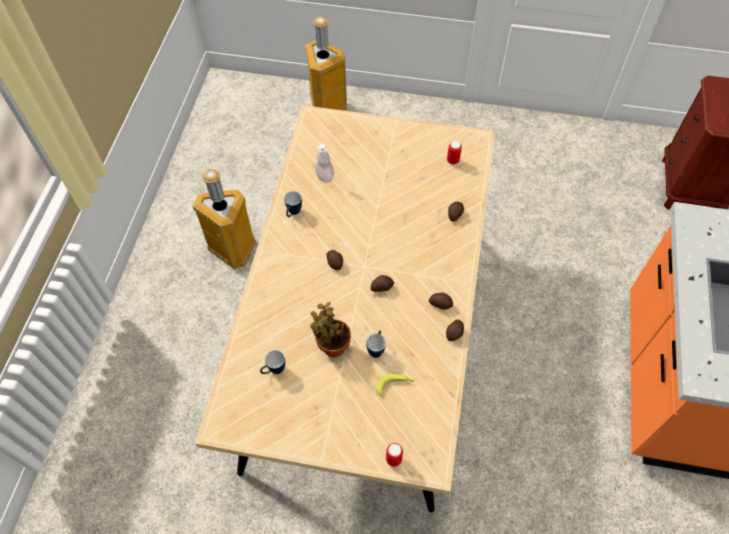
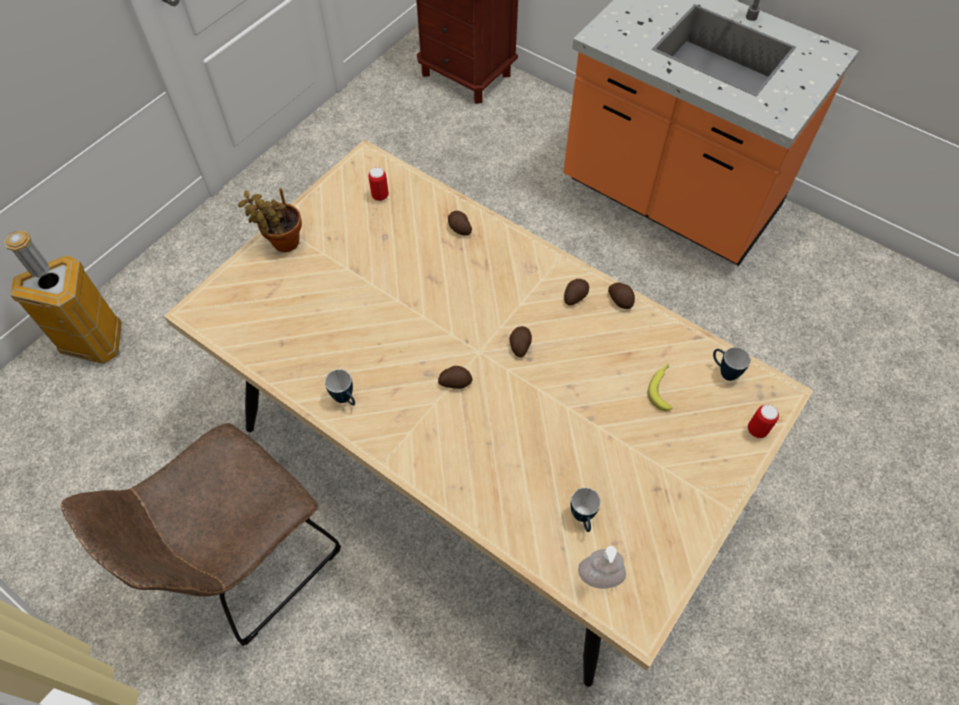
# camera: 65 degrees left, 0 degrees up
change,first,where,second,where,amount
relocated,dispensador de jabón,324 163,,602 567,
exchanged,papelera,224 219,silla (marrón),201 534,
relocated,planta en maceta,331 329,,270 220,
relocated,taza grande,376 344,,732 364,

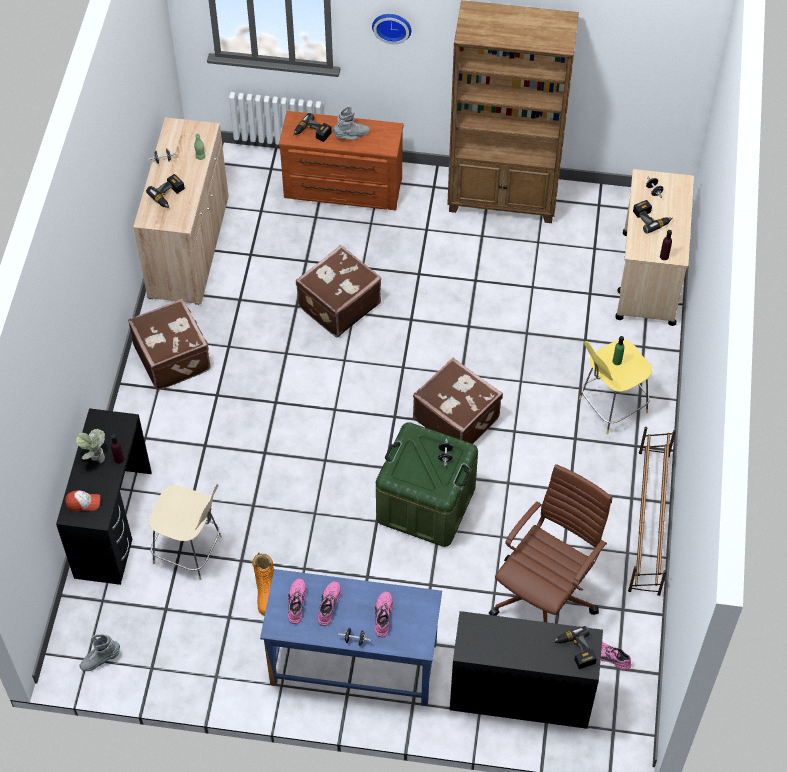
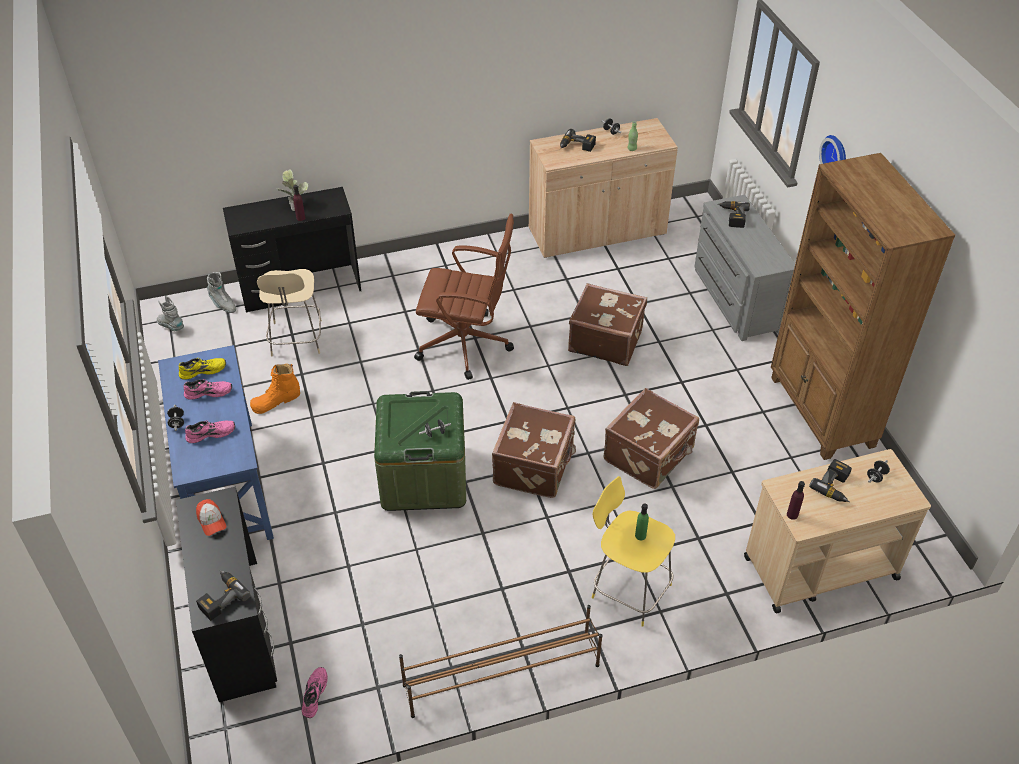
# camera: 65 degrees right, 10 degrees down
change,first,where,second,where,amount
relocated,bota (gris),351 122,,221 292,
colour,cómoda (marrón),341 160,cómoda (gris),744 268,
relocated,maleta (marrón),169 344,,651 438,
relocated,silla de oficina (marrón),550 543,,464 297,
relocated,gorra,82 501,,211 517,
colour,zapato (rosa),297 601,zapato (amarillo),202 369,

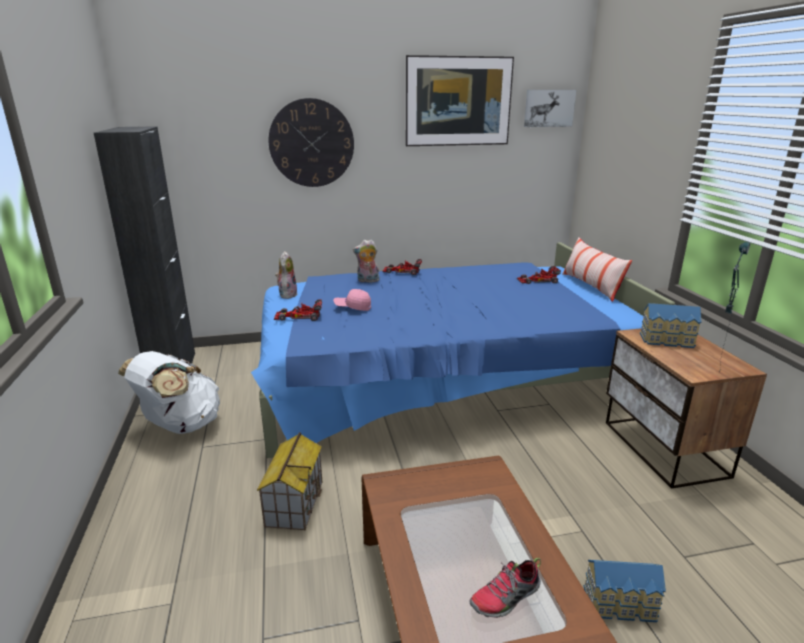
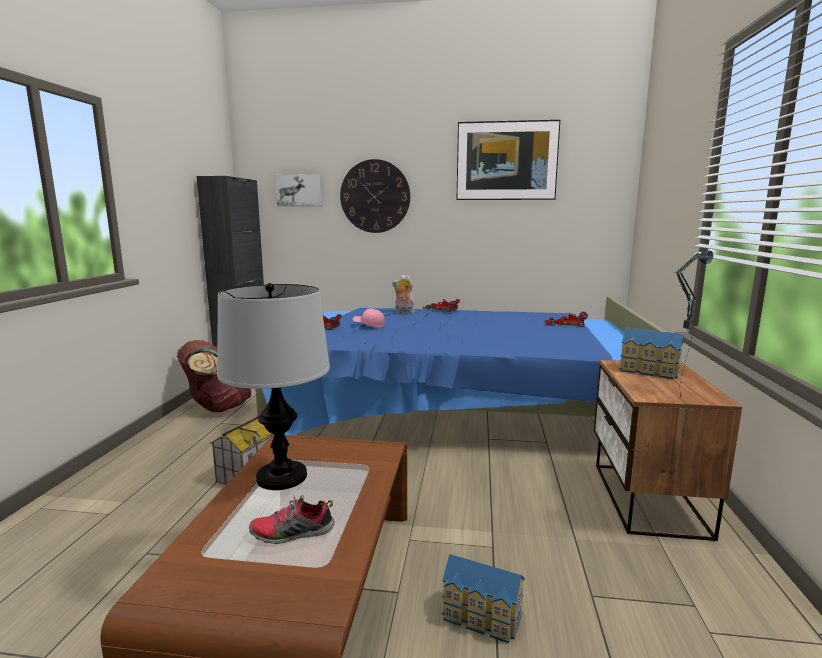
# camera: 20 degrees right, 10 degrees down
change,first,where,second,where,amount
relocated,cuadro,550 108,,298 190,
missing,cojín,597 269,,,
missing,peluche,286 275,,,
colour,mochila (blanco),169 392,mochila (marrón),214 376,
appeared,,,lámpara de mesa,273 386,

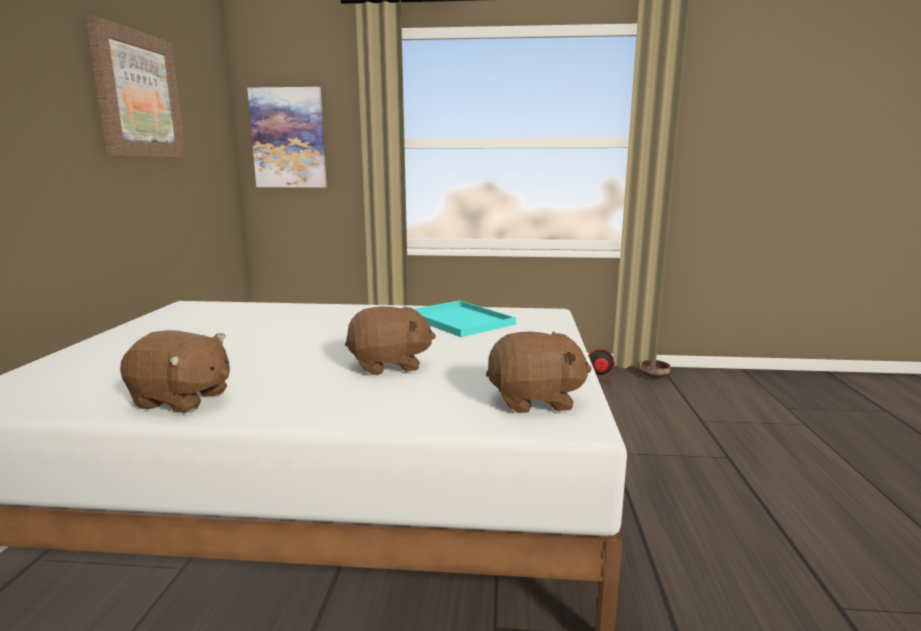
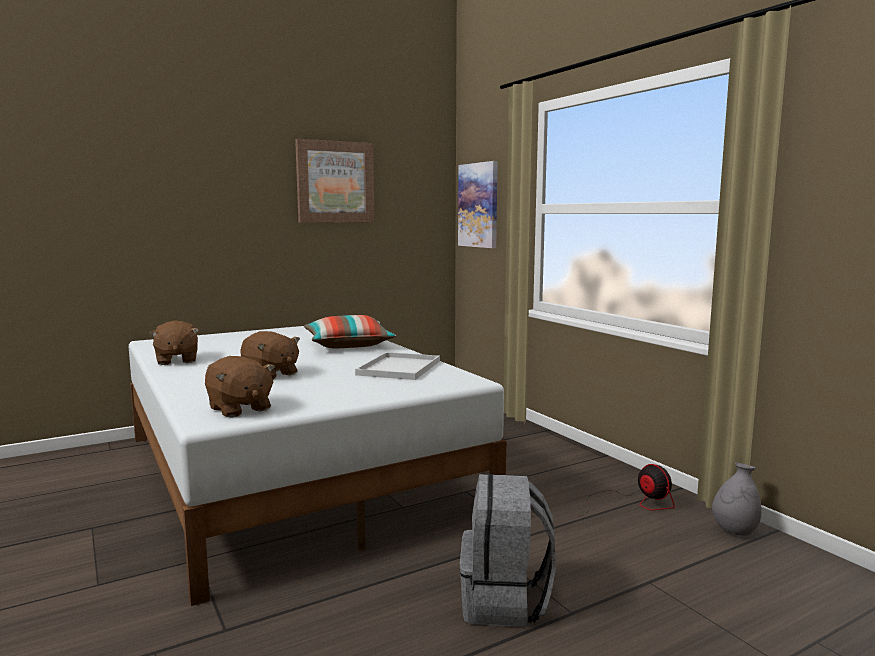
# camera: 55 degrees right, 5 degrees down
change,first,where,second,where,amount
colour,bandeja (turquesa),465 318,bandeja (blanco),397 366,
exchanged,cuenco (marrón),655 369,florero (gris),736 499,
appeared,,,cojín,350 331,
appeared,,,mochila (gris),508 550,

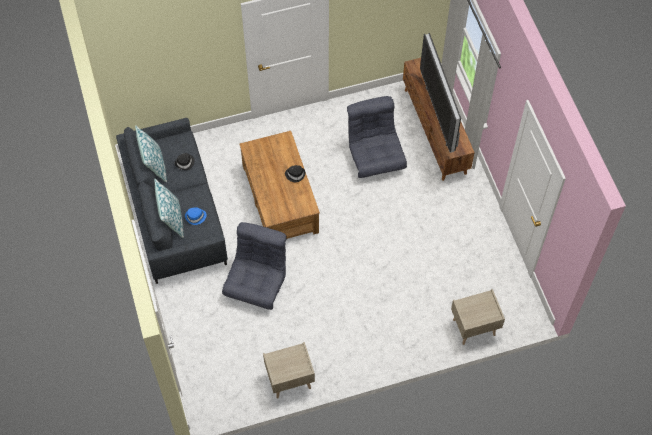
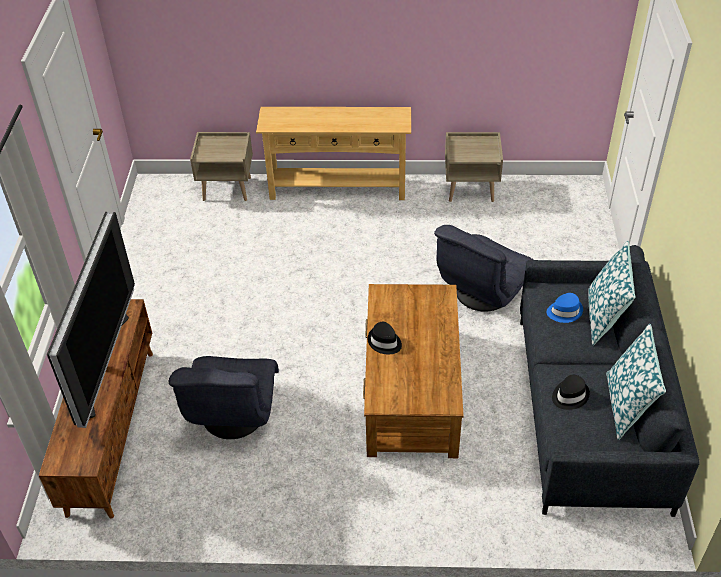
# camera: 160 degrees left, 15 degrees down
change,first,where,second,where,amount
appeared,,,mesa consola (beis),333 153,

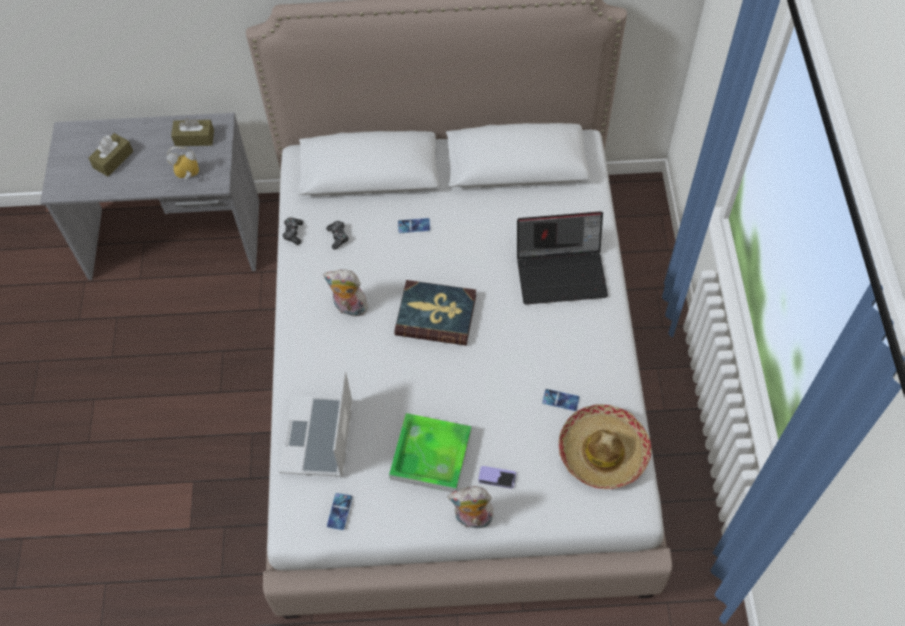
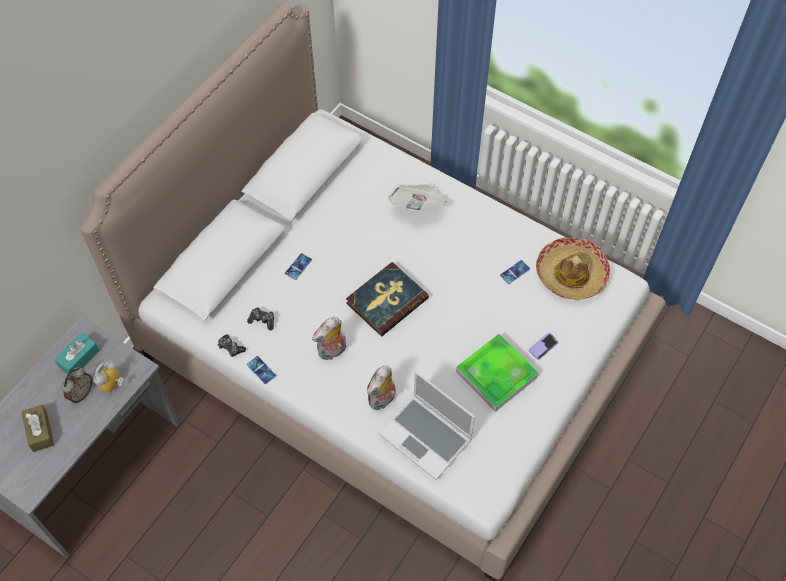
# camera: 55 degrees left, 0 degrees up
change,first,where,second,where,amount
colour,caja de pañuelos (marrón),192 132,caja de pañuelos (turquesa),76 354,
exchanged,portátil,562 257,periódico,417 197,
relocated,peluche,470 507,,383 387,
relocated,móvil,339 511,,261 370,
appeared,,,despertador,76 385,

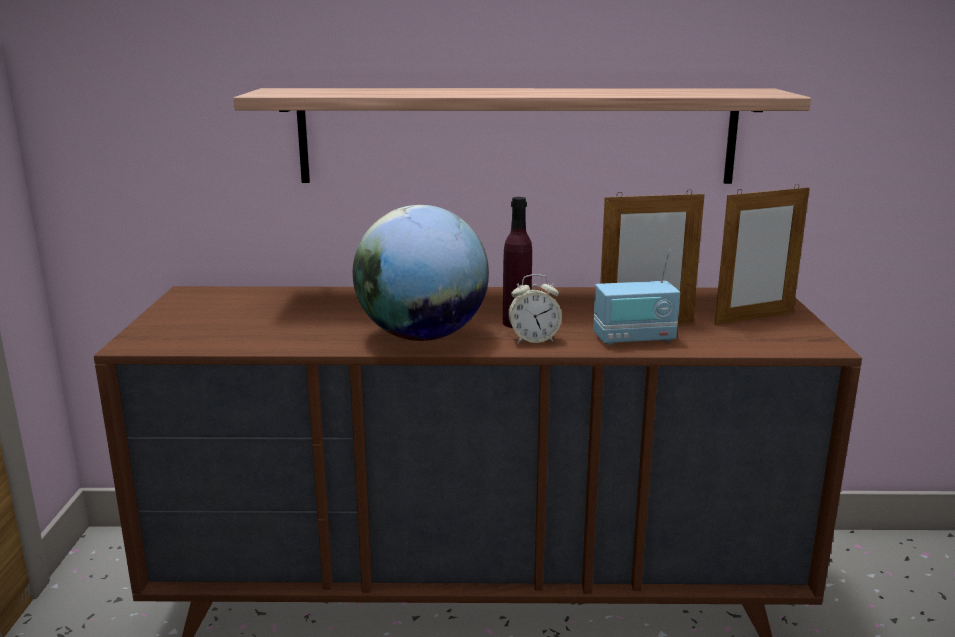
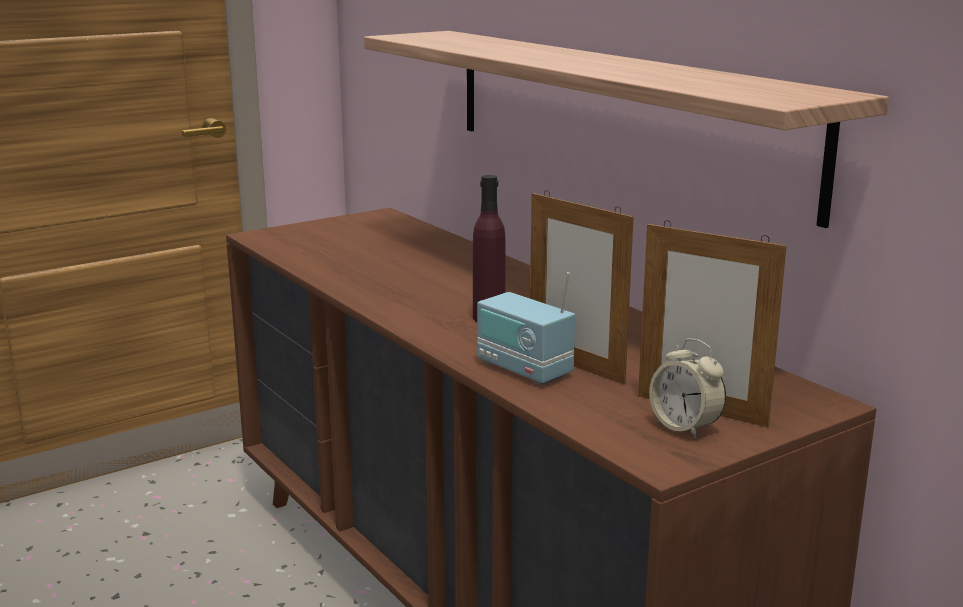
# camera: 55 degrees right, 0 degrees up
change,first,where,second,where,amount
missing,globo terráqueo,421 273,,,
relocated,despertador,535 309,,687 388,

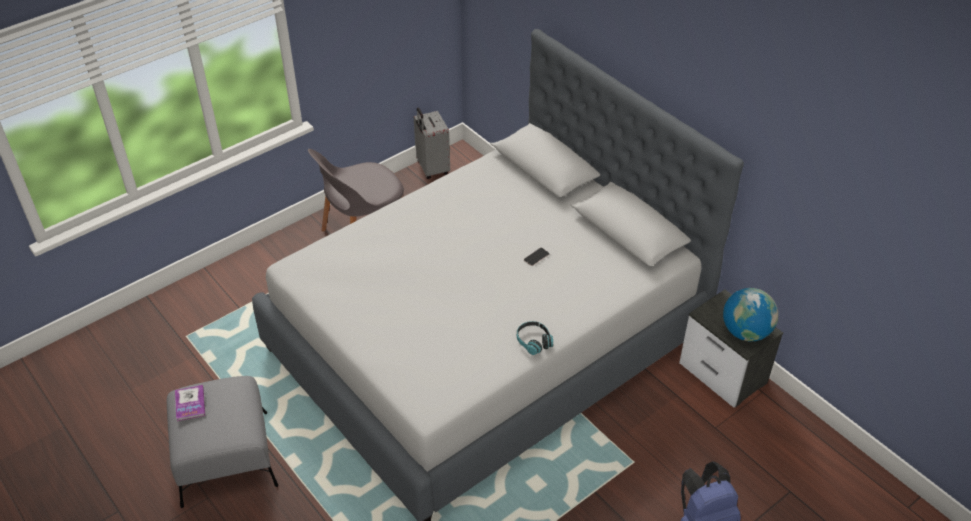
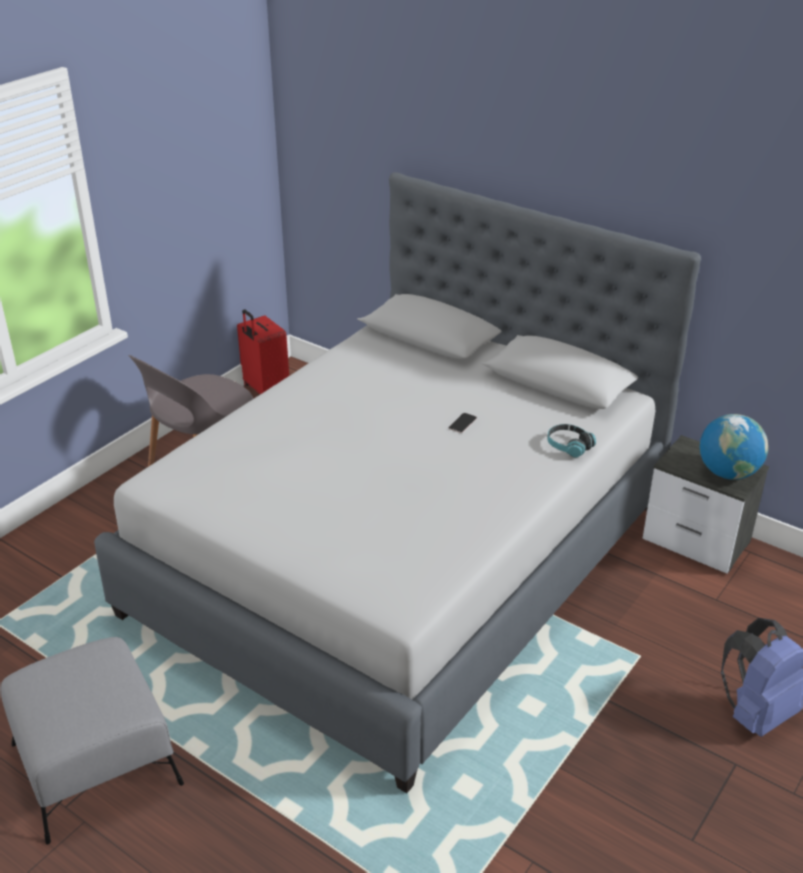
# camera: 15 degrees left, 10 degrees down
change,first,where,second,where,amount
colour,maleta (gris),432 143,maleta (rojo),263 351,
relocated,auriculares,535 338,,571 440,
missing,libro,190 403,,,

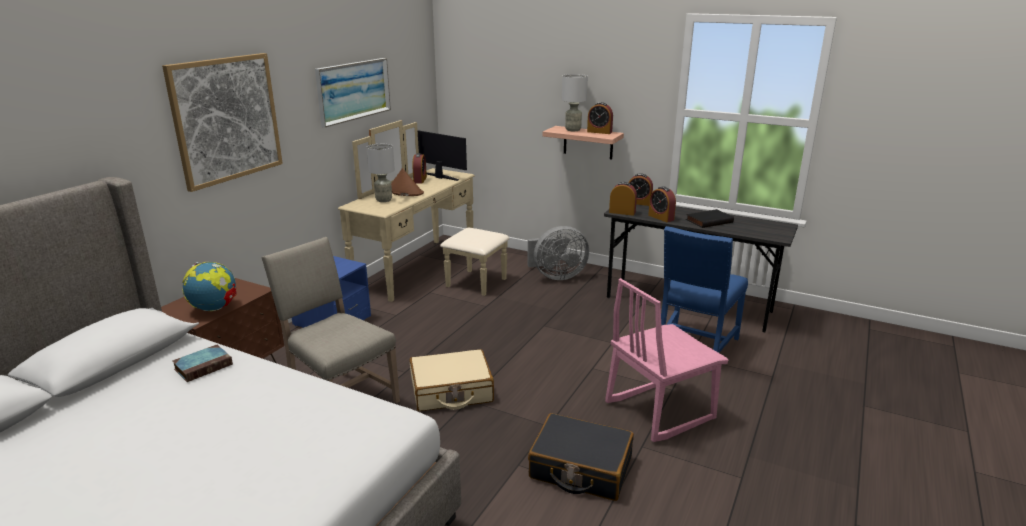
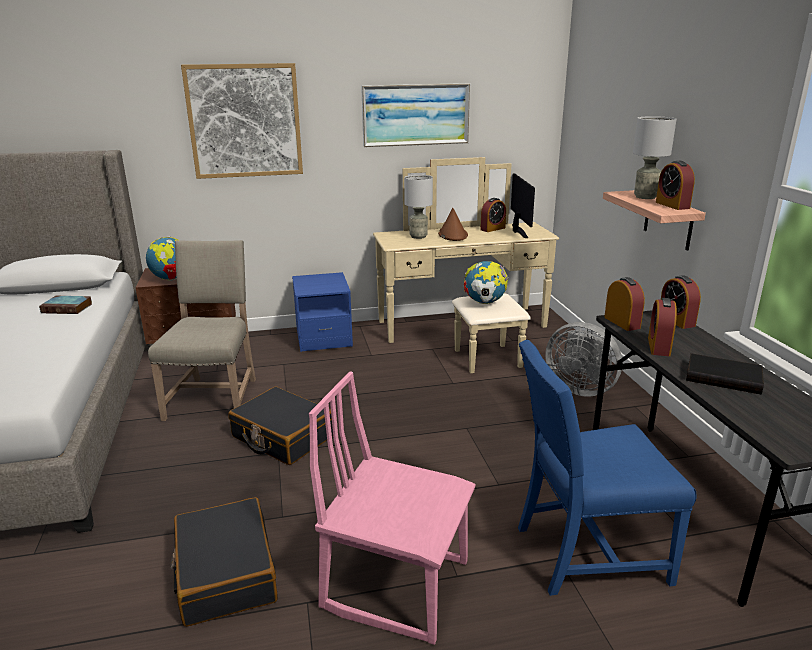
# camera: 50 degrees right, 0 degrees up
change,first,where,second,where,amount
colour,maleta (beis),452 380,maleta (negro),280 425,
appeared,,,globo terráqueo,486 282,

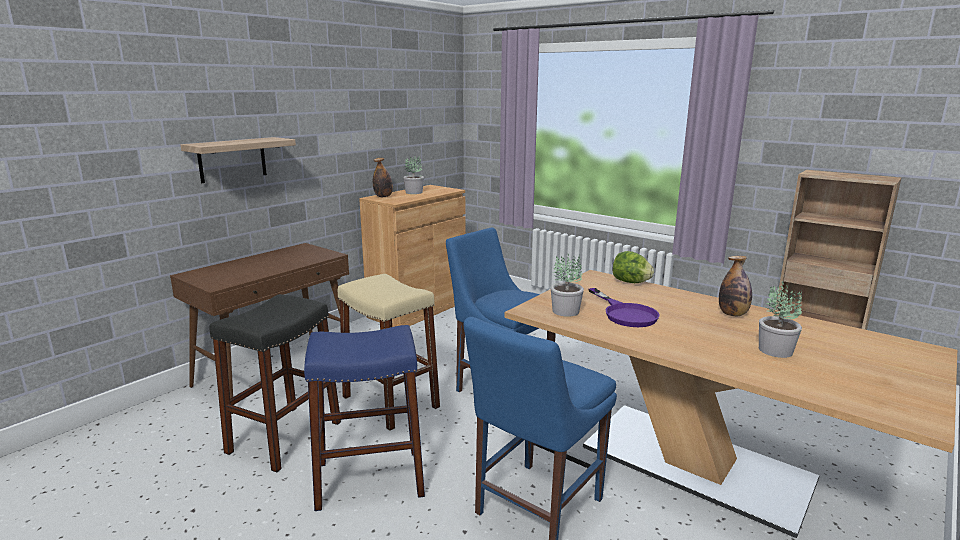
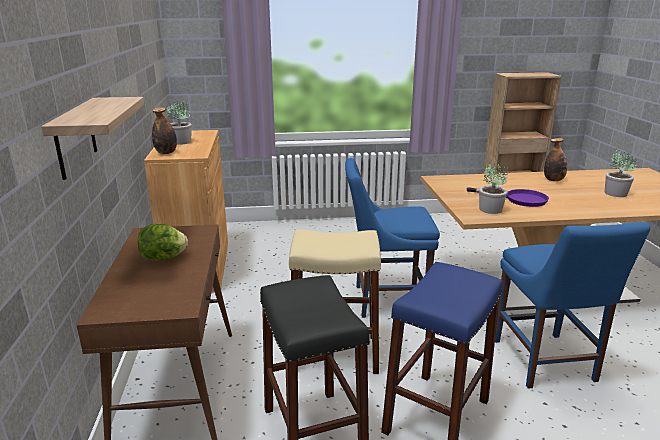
# camera: 45 degrees left, 5 degrees up
change,first,where,second,where,amount
relocated,lechuga,633 267,,163 241,

